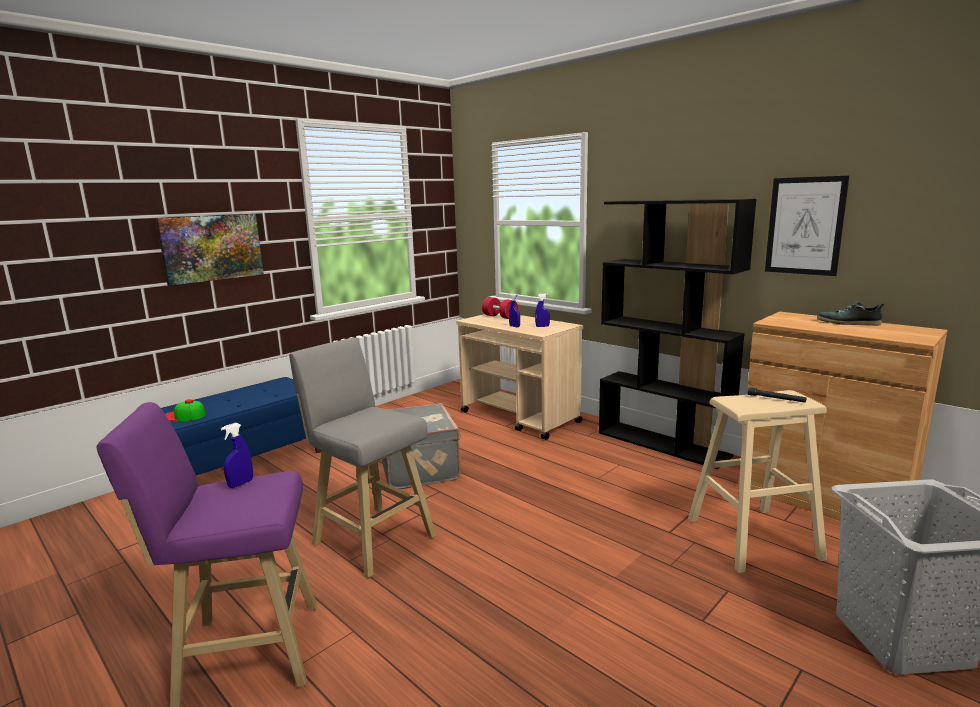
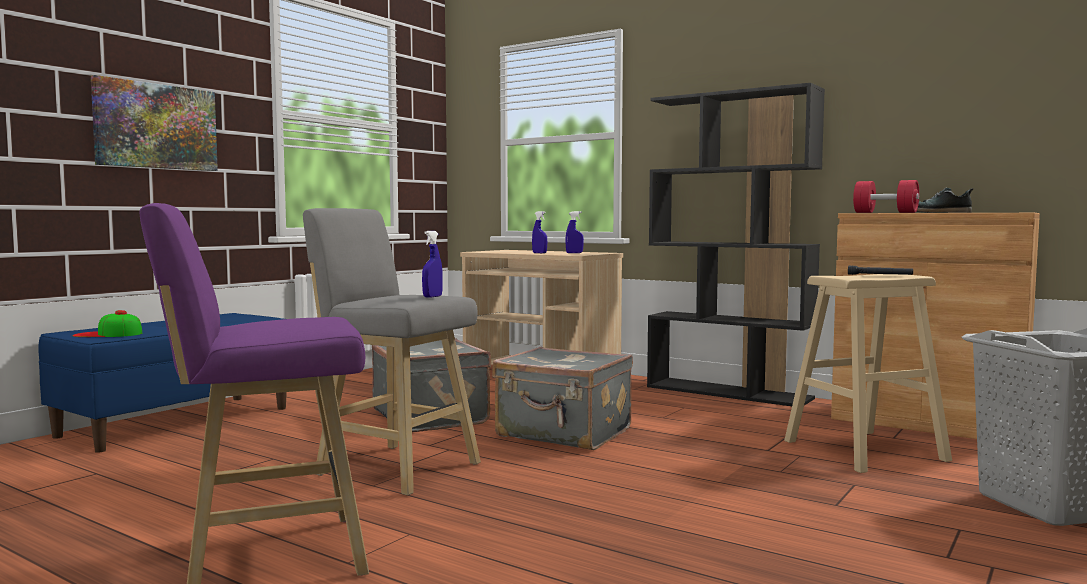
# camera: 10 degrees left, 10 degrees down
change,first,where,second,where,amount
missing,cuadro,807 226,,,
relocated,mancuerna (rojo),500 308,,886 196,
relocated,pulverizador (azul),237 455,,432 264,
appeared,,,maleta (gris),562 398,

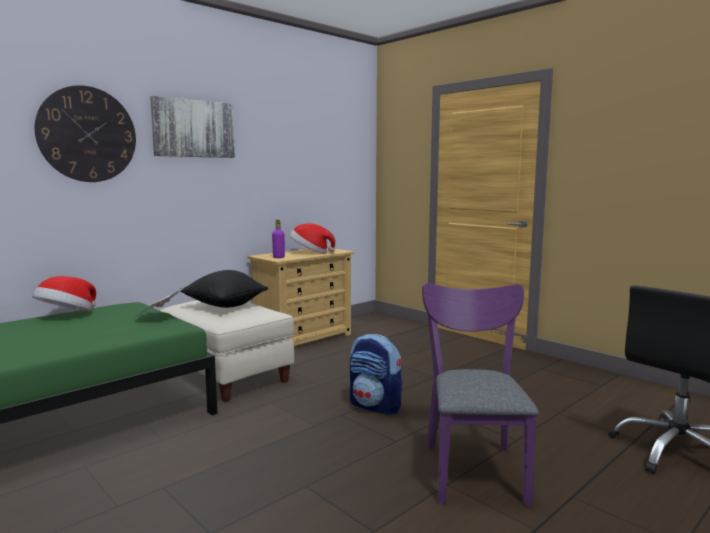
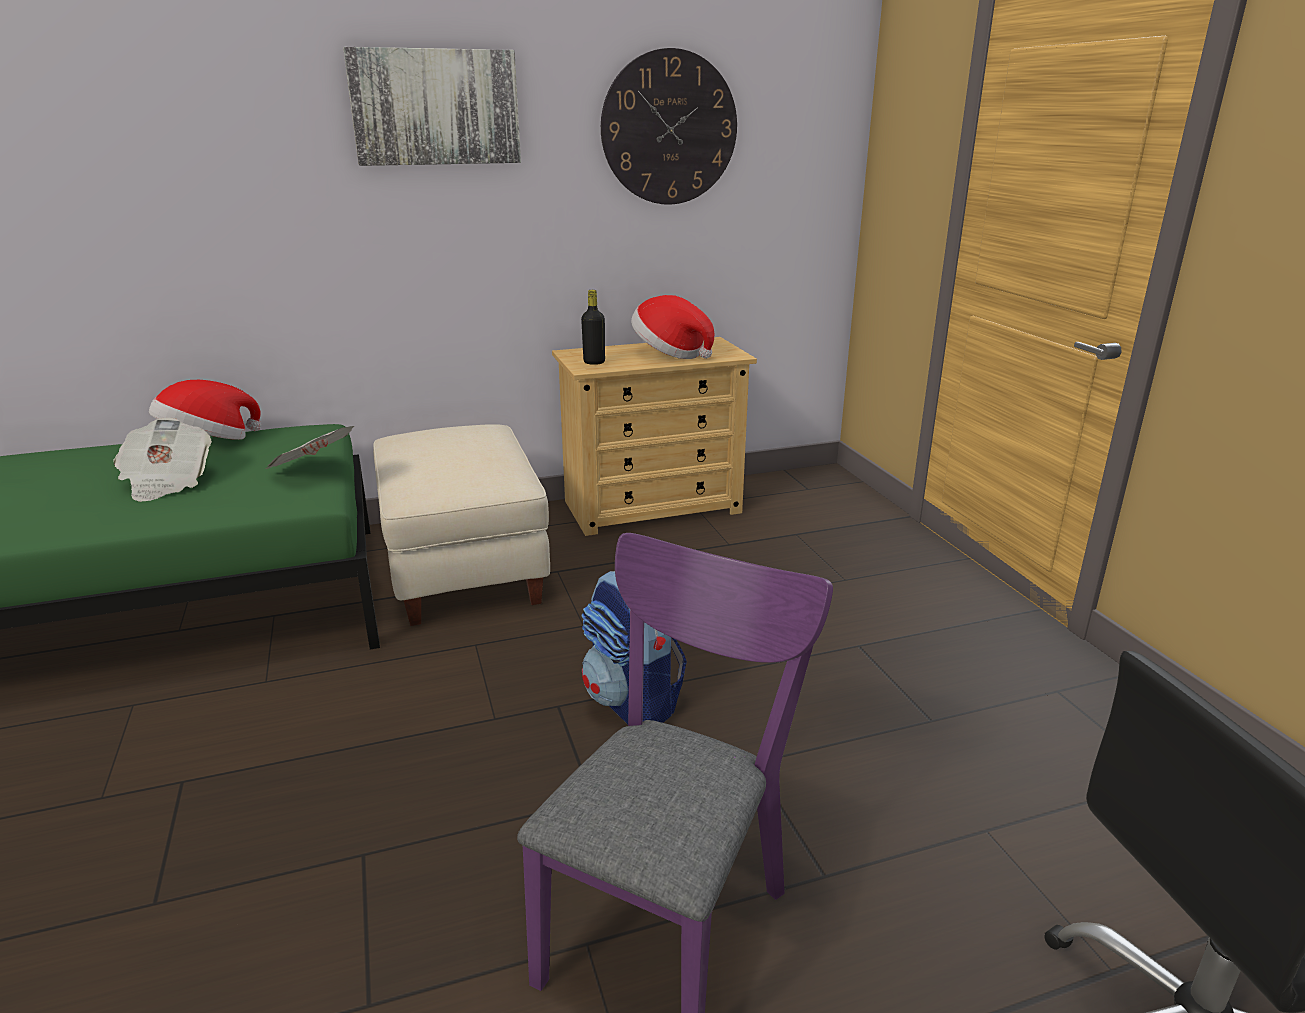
# camera: 25 degrees right, 15 degrees up
change,first,where,second,where,amount
relocated,reloj de pared,85 133,,669 126,
colour,botella (morado),278 238,botella (negro),593 327,
missing,cojín (negro),224 289,,,
appeared,,,periódico,162 460,

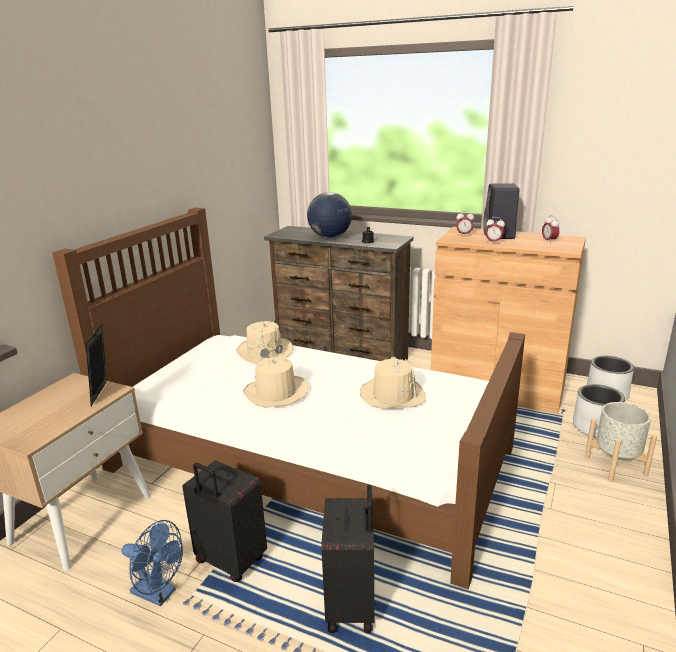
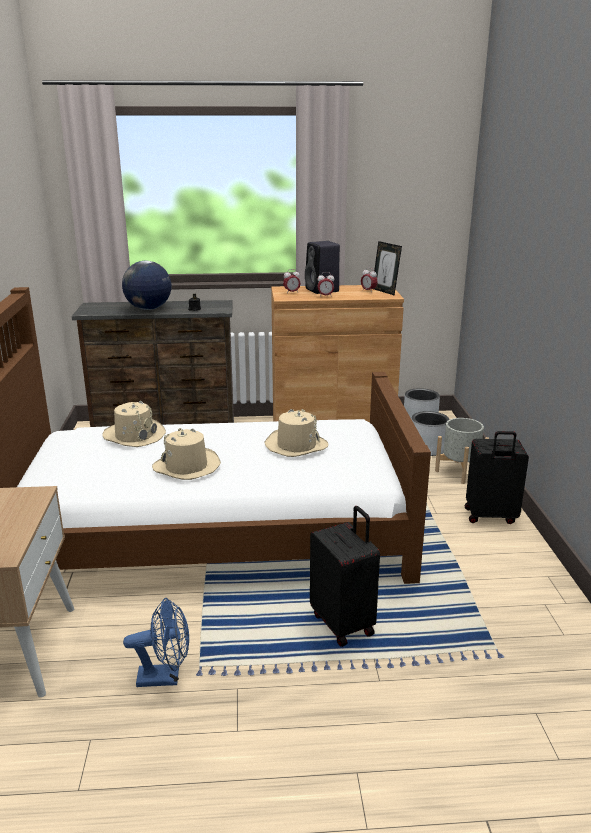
# camera: 30 degrees left, 0 degrees up
change,first,where,second,where,amount
relocated,portarretratos,96 365,,388 268,
relocated,maleta (negro),224 521,,497 477,

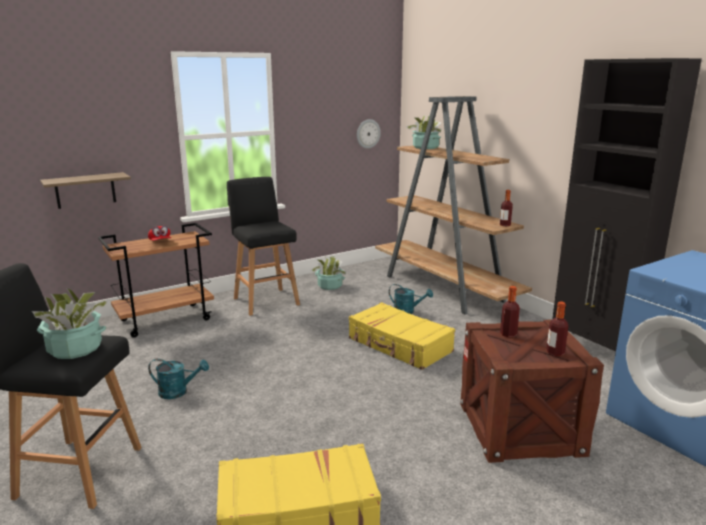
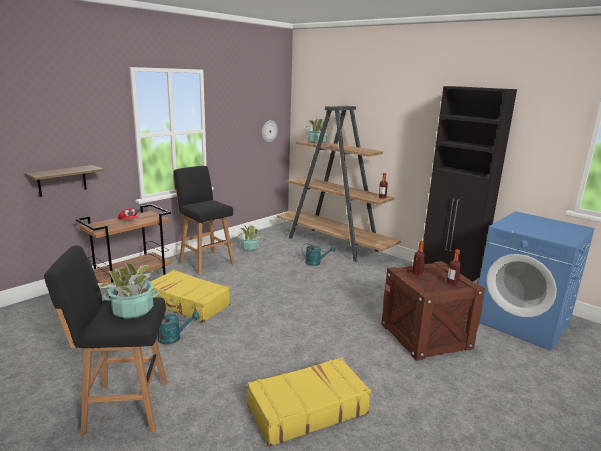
# camera: 15 degrees left, 0 degrees up
change,first,where,second,where,amount
relocated,maleta (amarillo),402 336,,190 296,

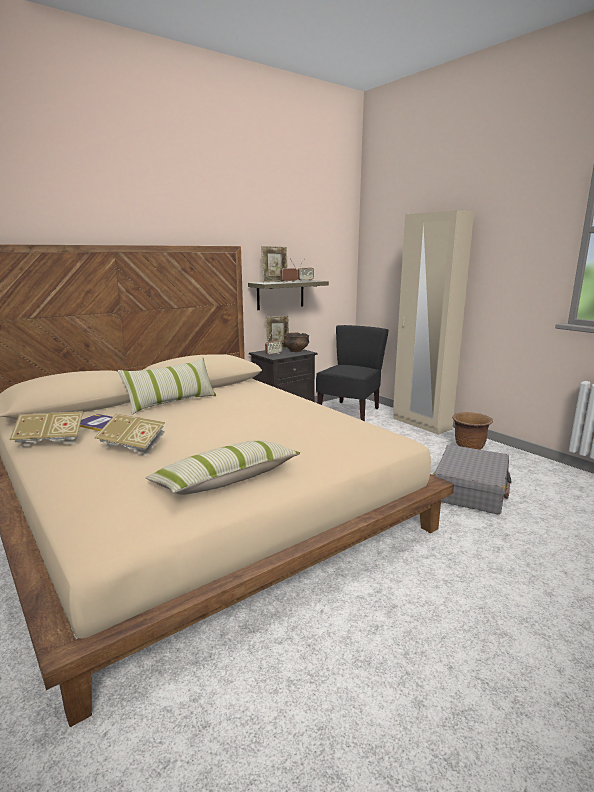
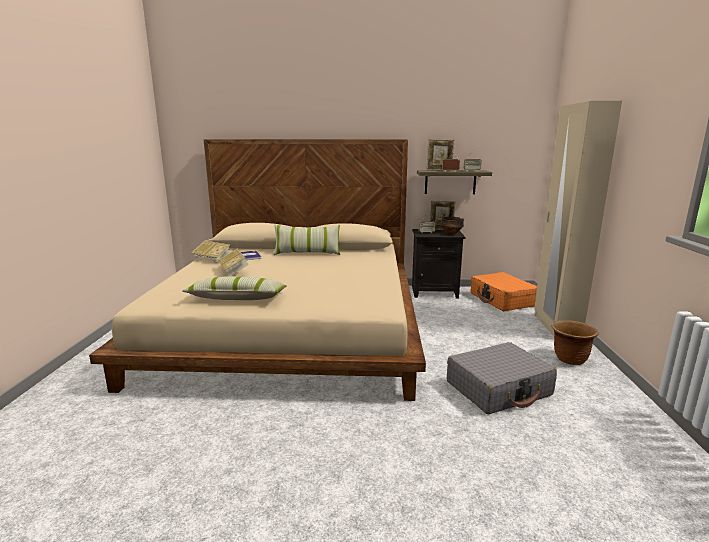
# camera: 40 degrees right, 0 degrees up
change,first,where,second,where,amount
exchanged,silla (negro),352 373,maleta (naranja),504 291,

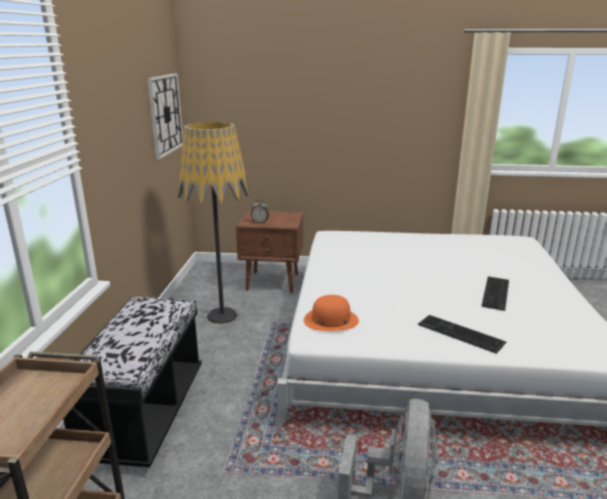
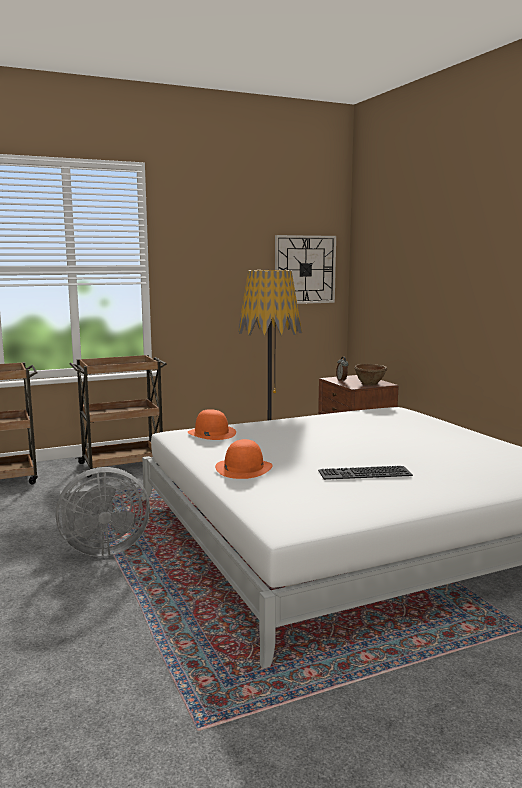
# camera: 60 degrees right, 10 degrees down
change,first,where,second,where,amount
exchanged,banco (negro),132 382,carrito (marrón),118 416,
exchanged,teclado,462 334,sombrero (naranja),243 459,
appeared,,,cuenco (marrón),370 375,

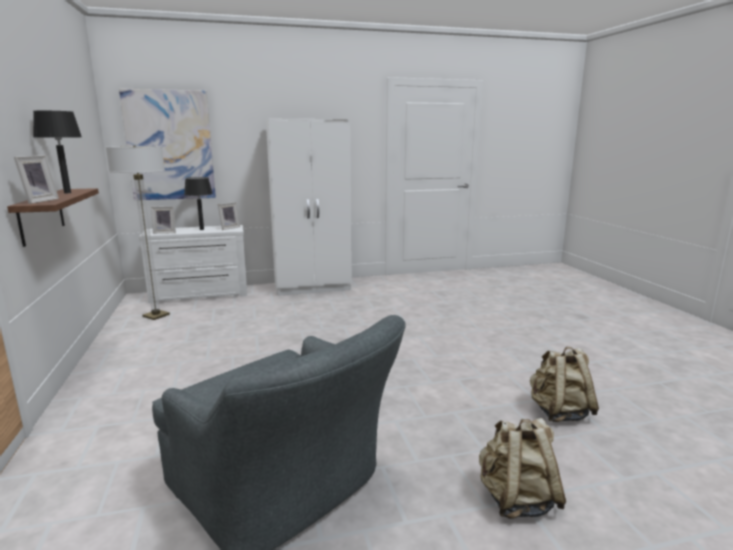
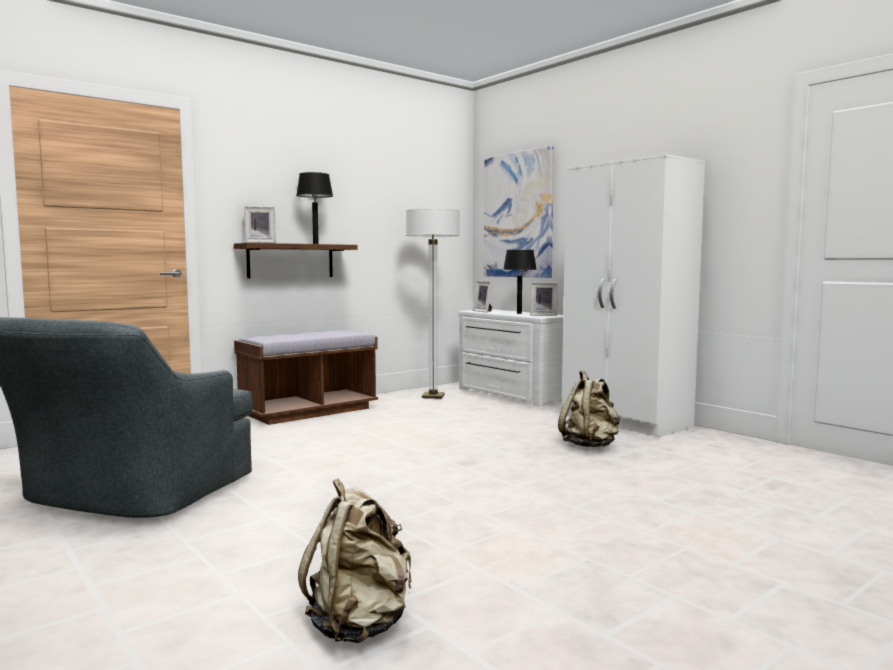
# camera: 65 degrees right, 10 degrees down
change,first,where,second,where,amount
relocated,mochila (beis),522 468,,589 408,
appeared,,,banco (marrón),306 377,

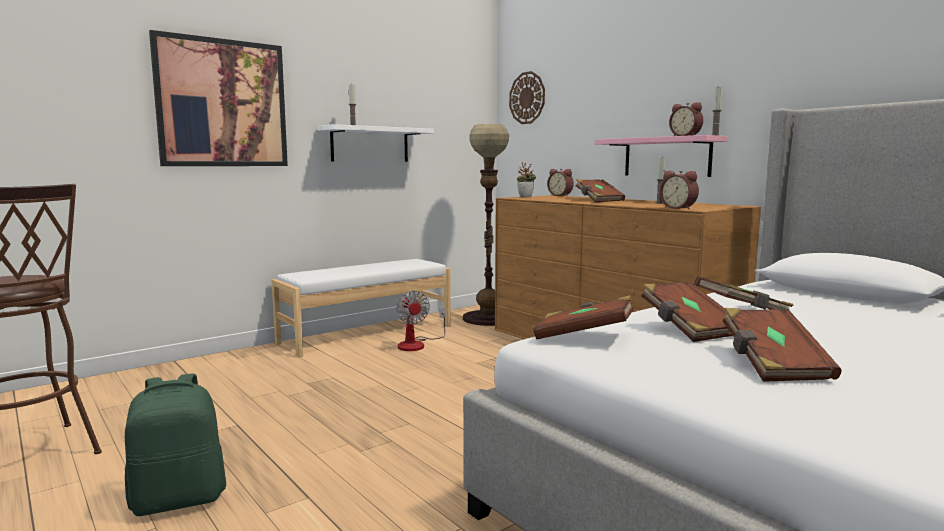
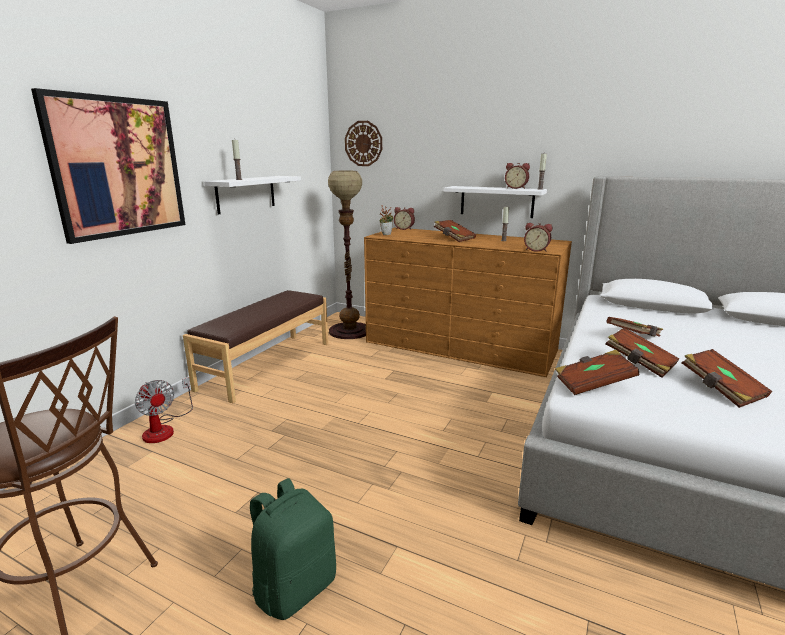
# camera: 25 degrees left, 10 degrees up
change,first,where,second,where,amount
colour,estante (rosa),661 156,estante (blanco),495 202,
colour,banco (blanco),361 308,banco (marrón),255 346,
relocated,ventilador,421 321,,164 410,

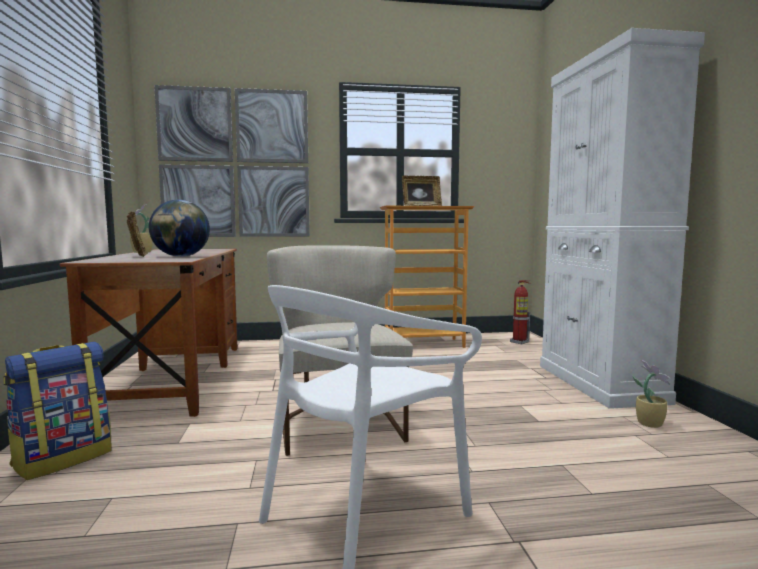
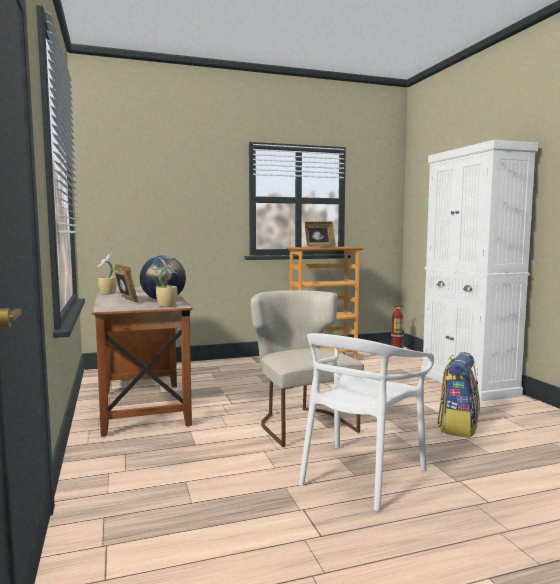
# camera: 10 degrees left, 0 degrees up
change,first,where,second,where,amount
missing,cuadro,232 161,,,
relocated,mochila,58 411,,458 395,
relocated,planta en maceta,652 394,,166 282,

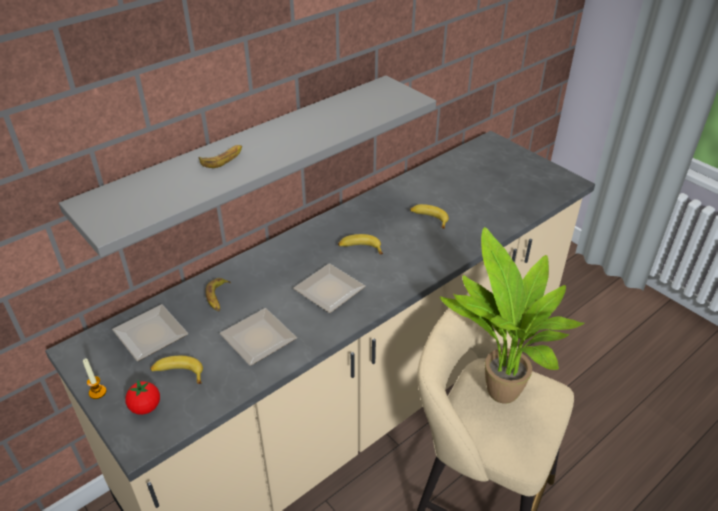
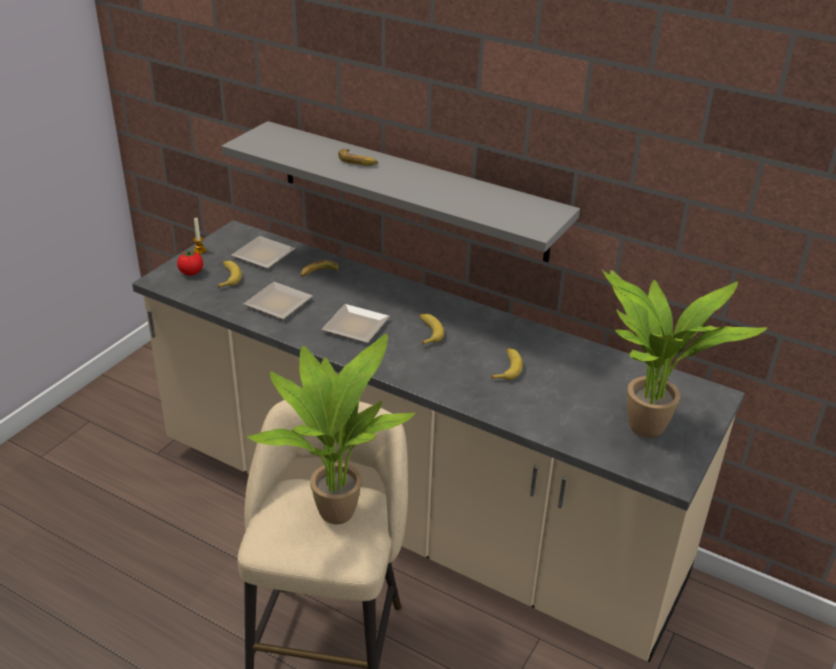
# camera: 70 degrees right, 5 degrees down
change,first,where,second,where,amount
appeared,,,planta en maceta,684 353,

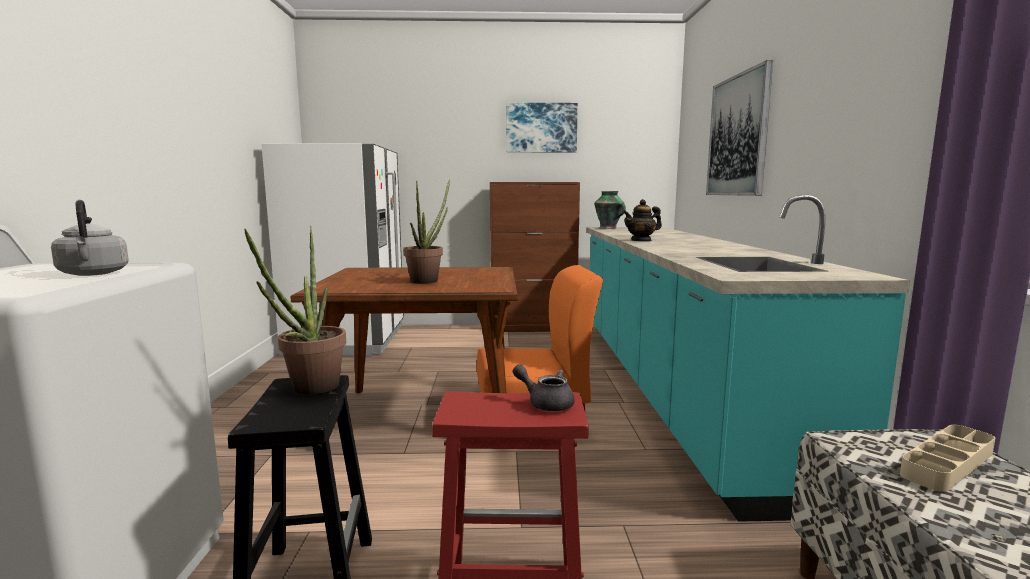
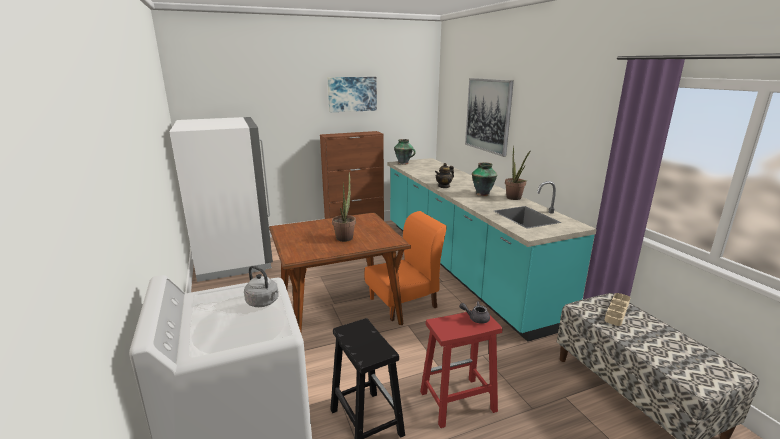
# camera: 20 degrees left, 10 degrees up
change,first,where,second,where,amount
relocated,planta en maceta,295 310,,518 172,
appeared,,,florero,484 179,

